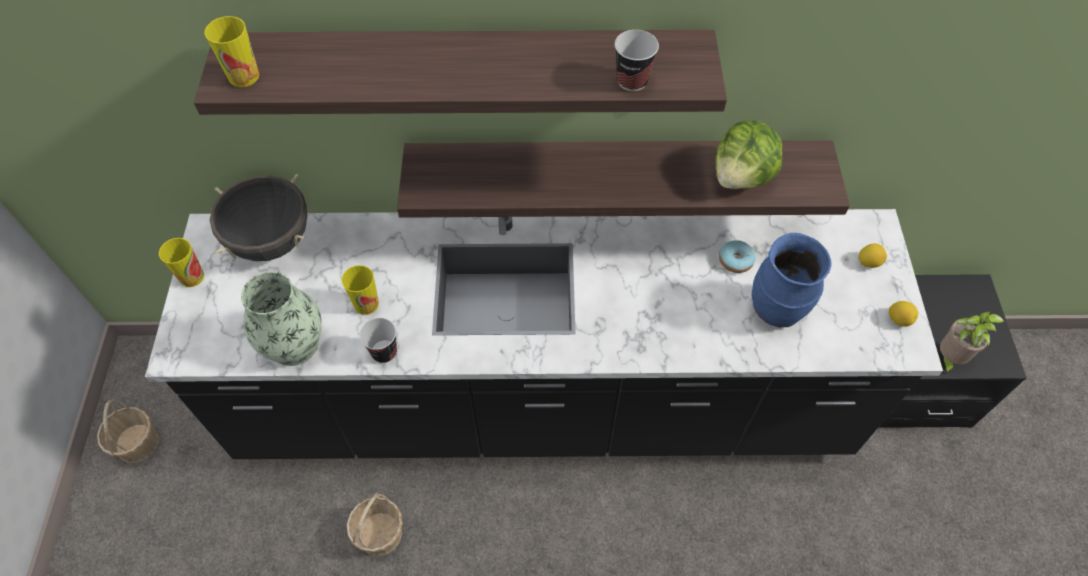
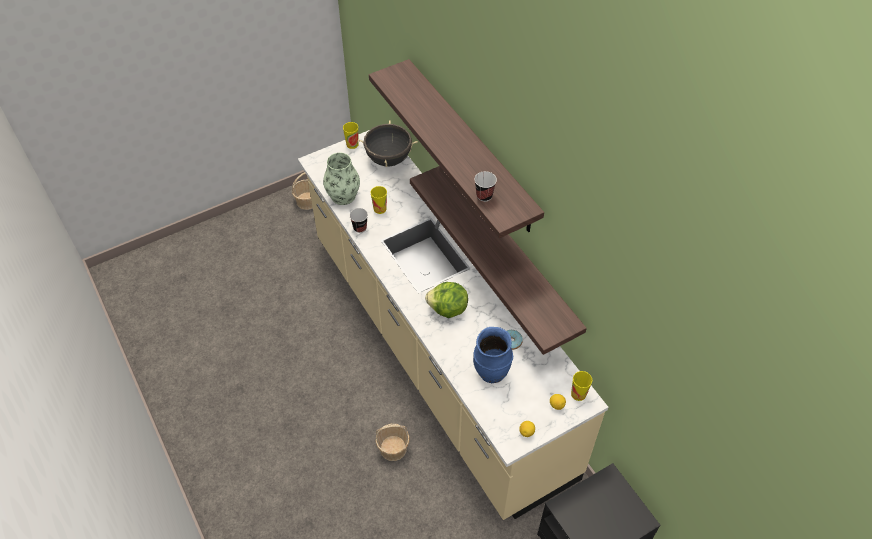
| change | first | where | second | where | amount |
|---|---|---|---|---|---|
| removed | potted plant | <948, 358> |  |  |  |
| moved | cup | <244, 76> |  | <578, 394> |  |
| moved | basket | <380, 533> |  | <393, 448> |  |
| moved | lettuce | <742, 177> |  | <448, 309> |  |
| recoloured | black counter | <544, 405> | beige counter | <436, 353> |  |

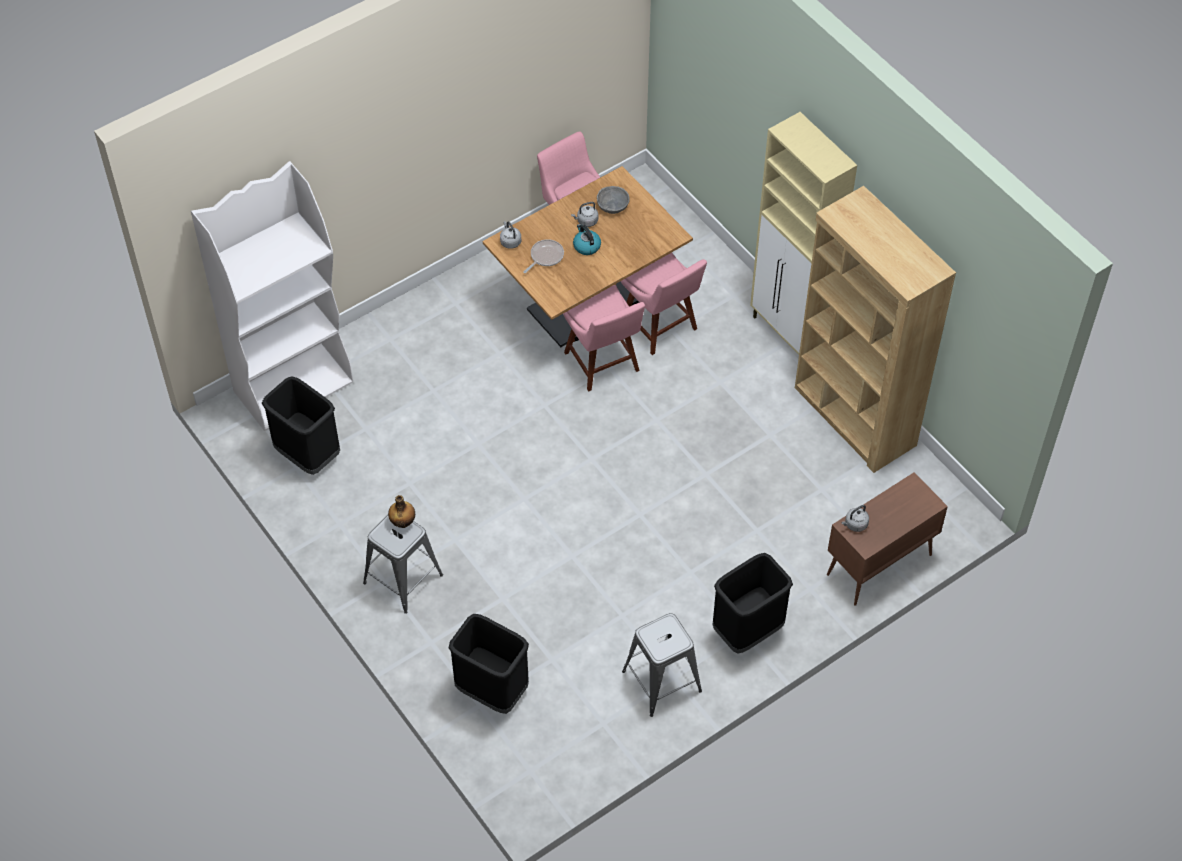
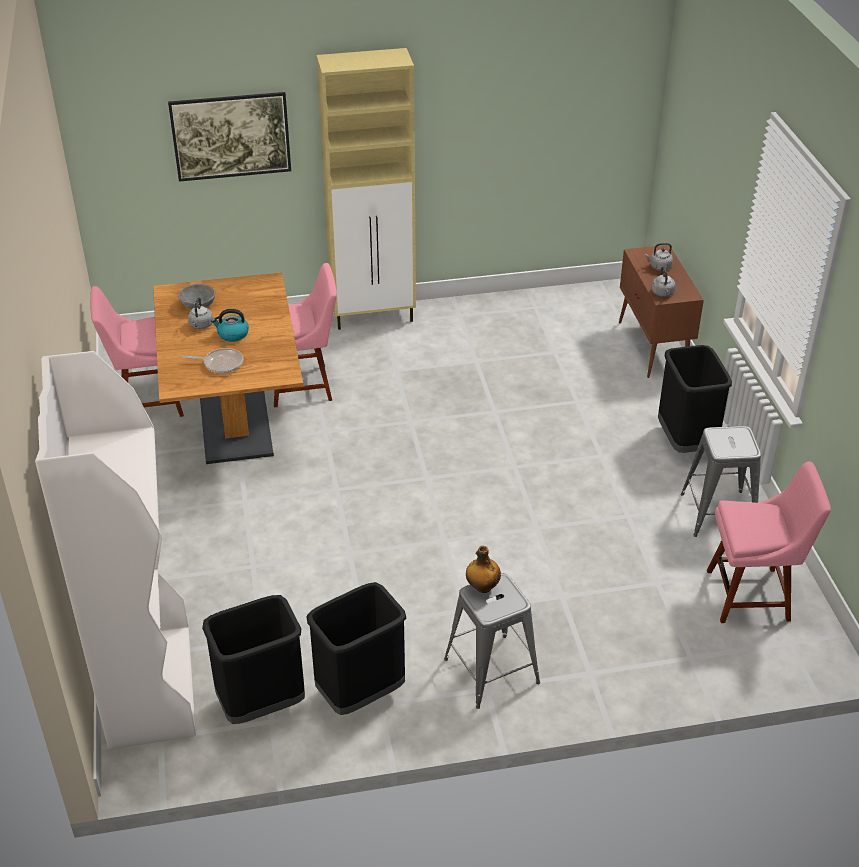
| change | first | where | second | where | amount |
|---|---|---|---|---|---|
| removed | brown bookcase | <854, 417> |  |  |  |
| added |  |  | picture | <233, 155> |  |
| moved | black trash can | <491, 691> |  | <360, 694> |  |
| moved | grey kettle | <510, 241> |  | <659, 267> |  |
| moved | pink chair | <603, 364> |  | <753, 595> |  |
| turned | frying pan | <545, 256> |  | <221, 363> | 120 degrees clockwise |

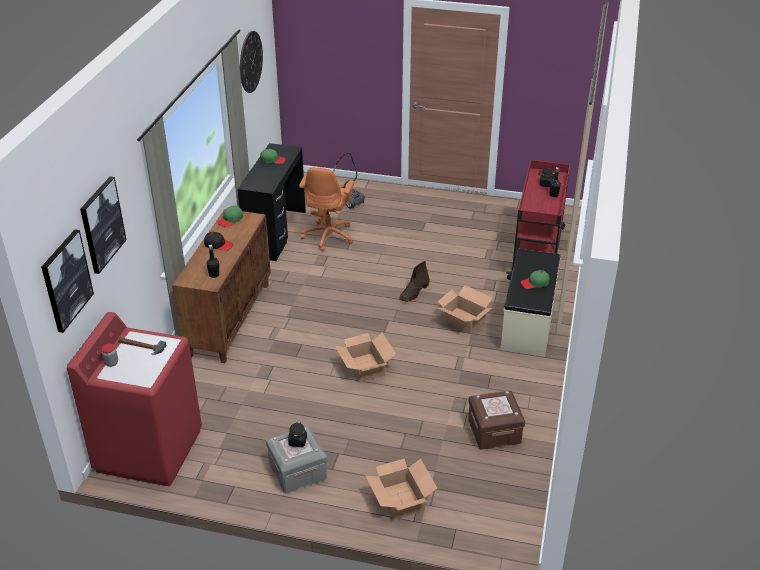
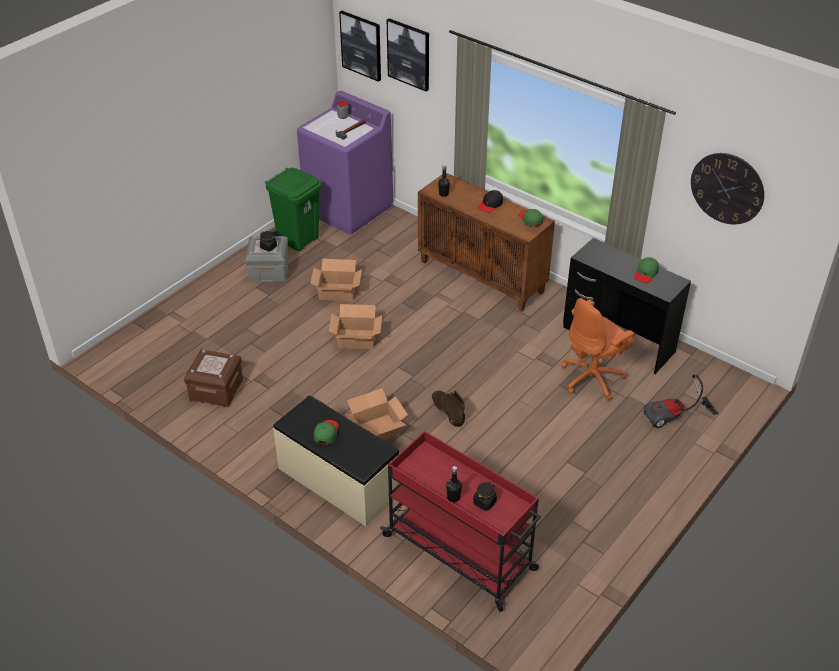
| change | first | where | second | where | amount |
|---|---|---|---|---|---|
| added |  |  | green trash can | <298, 239> |  |
| moved | cardboard box | <401, 500> |  | <337, 292> |  |
| recoloured | red washing machine | <149, 449> | purple washing machine | <349, 209> |  |
| turned | orange office chair | <328, 236> |  | <593, 378> | 75 degrees counterclockwise |

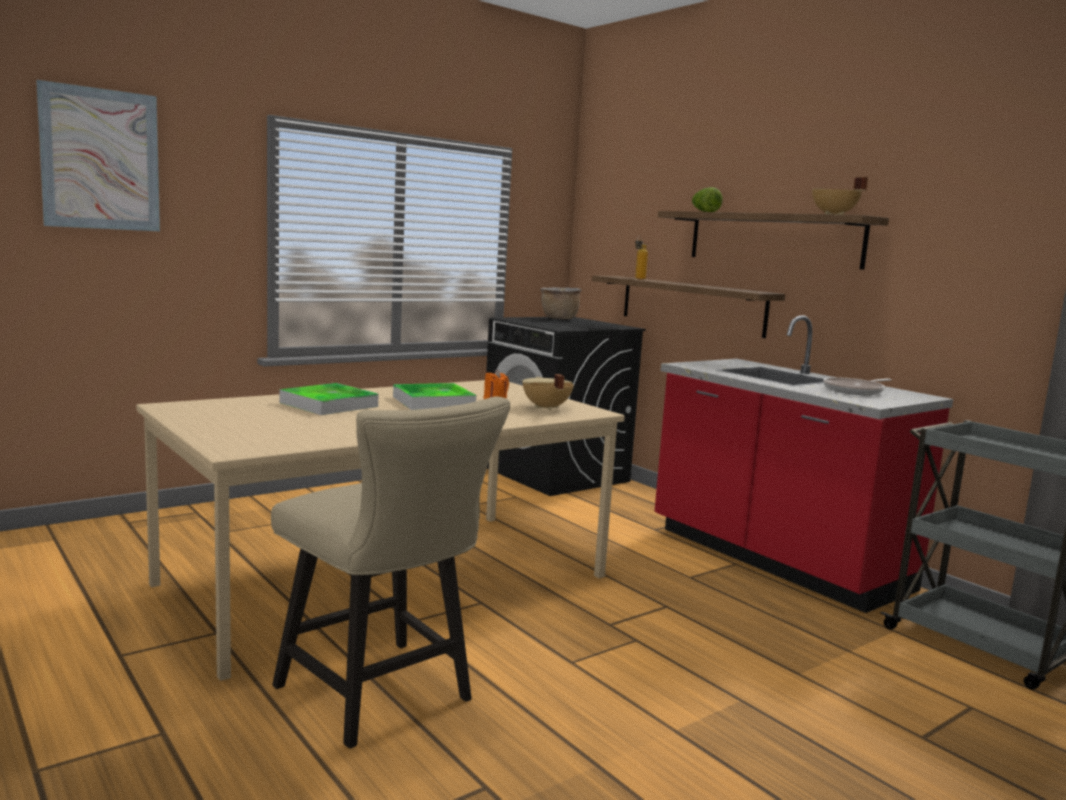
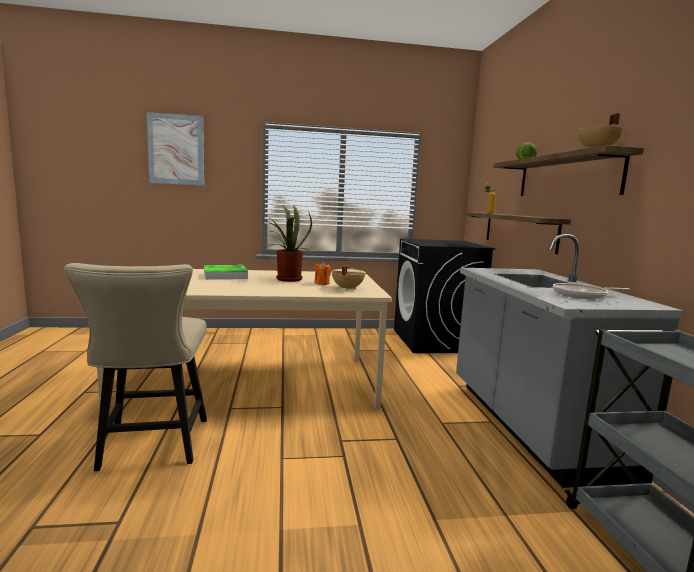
| change | first | where | second | where | amount |
|---|---|---|---|---|---|
| removed | brown cooking pot | <559, 319> |  |  |  |
| replaced | tray | <433, 402> | potted plant | <286, 279> |  |
| recoloured | red counter | <775, 560> | grey counter | <529, 426> |  |

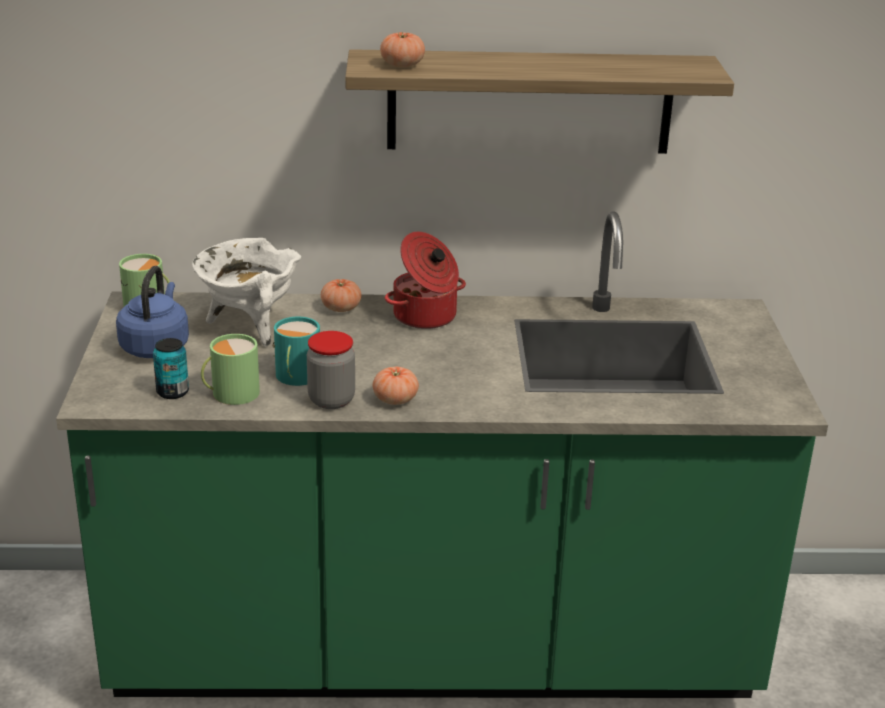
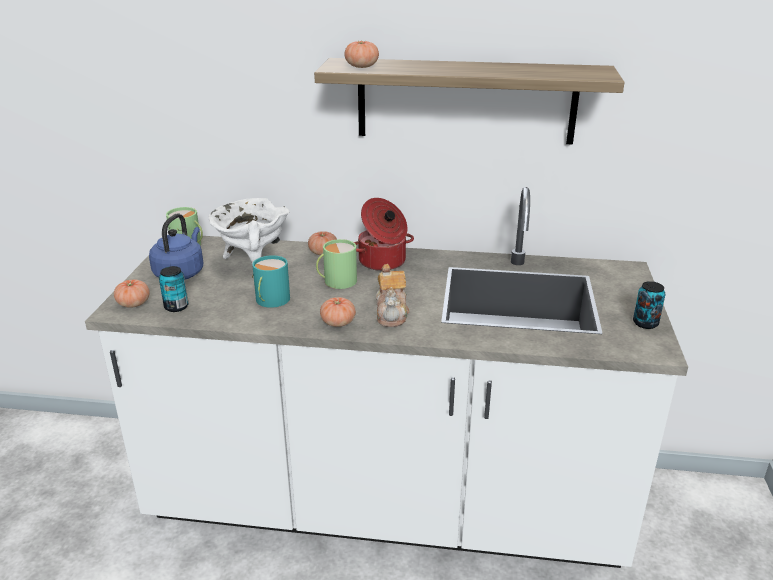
| change | first | where | second | where | amount |
|---|---|---|---|---|---|
| removed | jar | <331, 400> |  |  |  |
| added |  |  | tomato | <133, 304> |  |
| added |  |  | teapot | <392, 314> |  |
| added |  |  | can | <645, 323> |  |
| moved | green mug | <230, 393> |  | <336, 281> |  |
| recoloured | green counter | <433, 651> | white counter | <386, 505> |  |

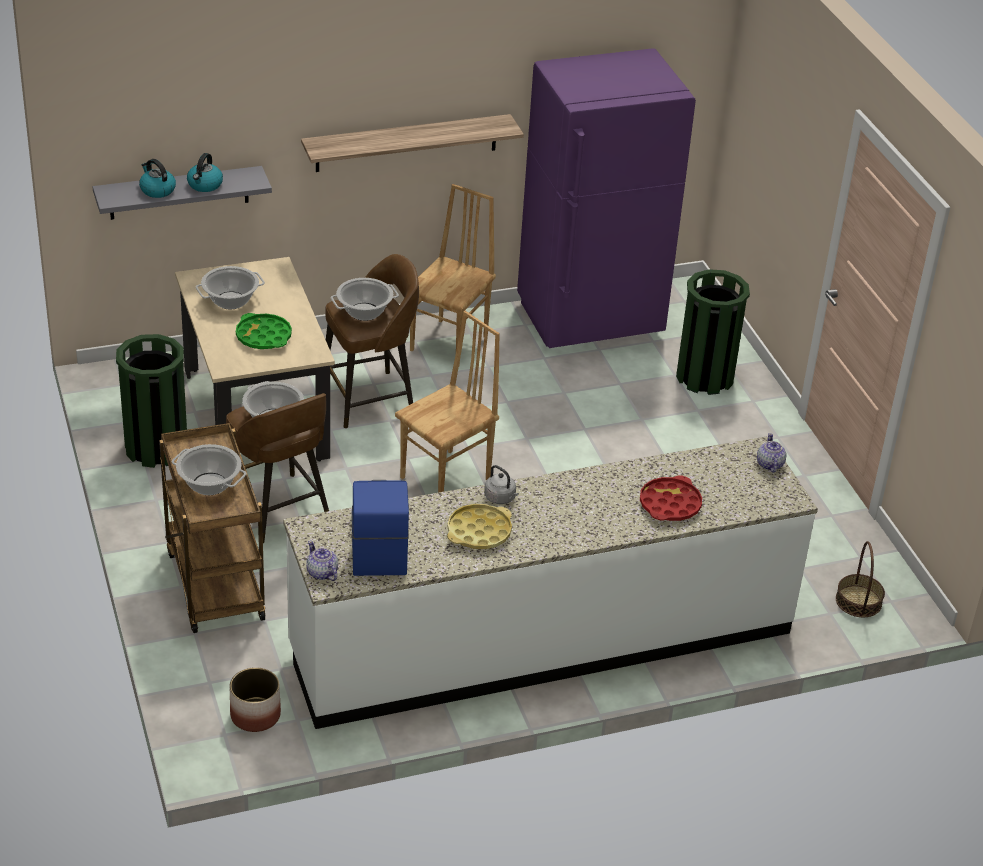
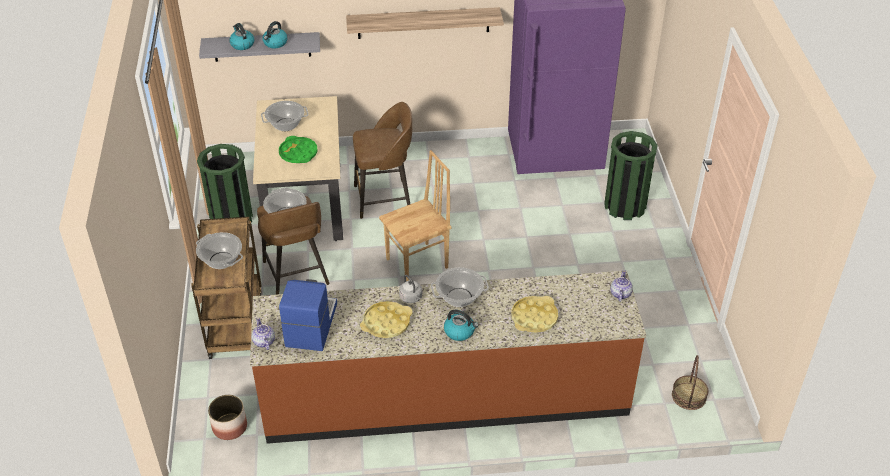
| change | first | where | second | where | amount |
|---|---|---|---|---|---|
| removed | brown chair | <450, 343> |  |  |  |
| added |  |  | kettle | <460, 331> |  |
| moved | cooking pot | <364, 312> |  | <459, 297> |  |
| recoloured | white counter | <542, 640> | brown counter | <446, 396> |  |
| recoloured | red tray | <669, 504> | yellow tray | <534, 317> |  |

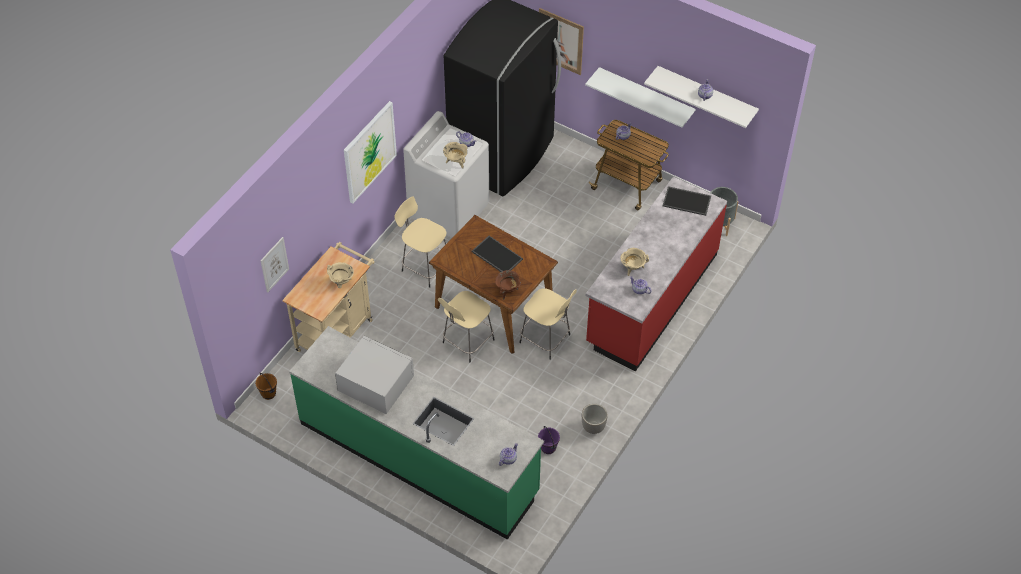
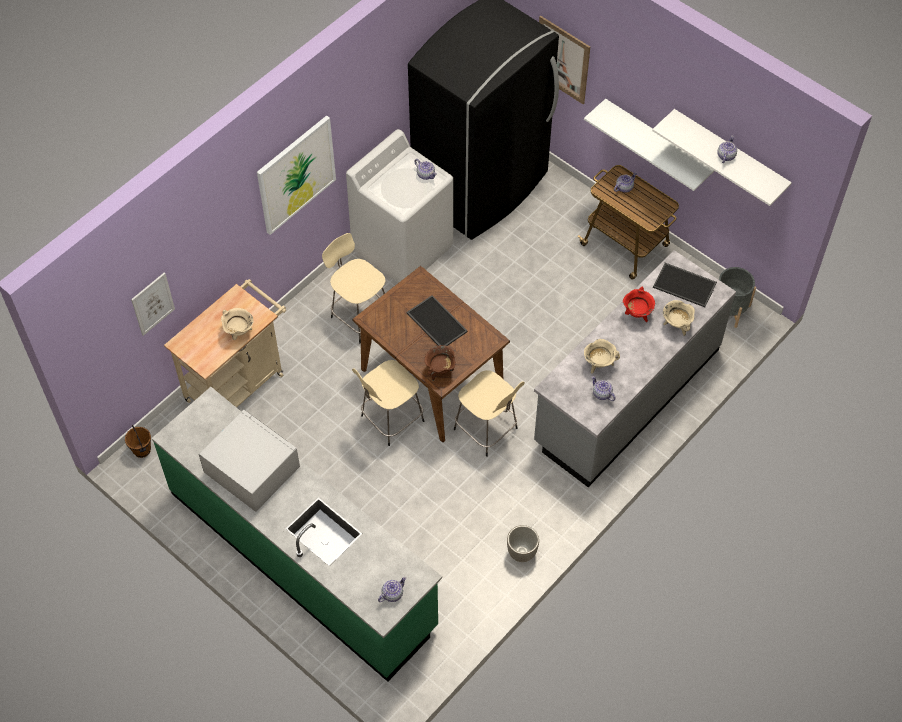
| change | first | where | second | where | amount |
|---|---|---|---|---|---|
| removed | purple bucket | <548, 448> |  |  |  |
| added |  |  | red cooking pot | <637, 314> |  |
| moved | beige cooking pot | <456, 162> |  | <676, 325> |  |
| recoloured | red counter | <651, 298> | grey counter | <626, 396> |  |

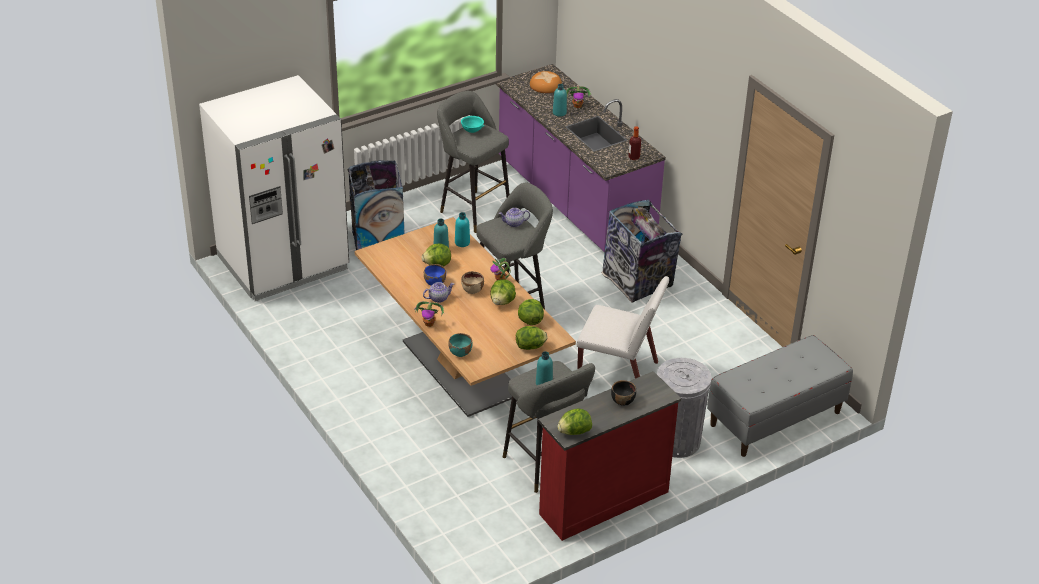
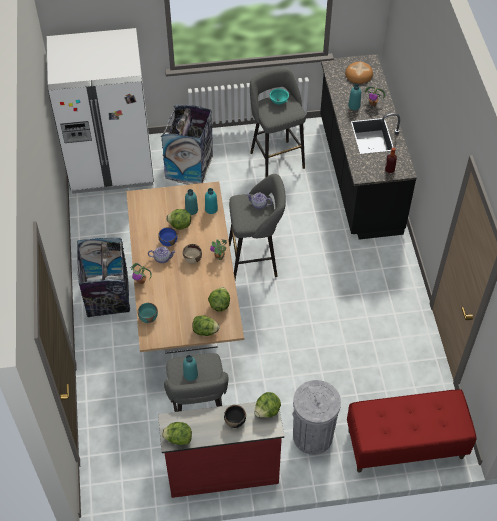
| change | first | where | second | where | amount |
|---|---|---|---|---|---|
| removed | white chair | <619, 372> |  |  |  |
| moved | lettuce | <502, 302> |  | <267, 411> |  |
| moved | trash can | <638, 282> |  | <108, 297> |  |
| recoloured | purple counter | <573, 202> | black counter | <358, 174> |  |
| recoloured | grey bench | <775, 419> | red bench | <405, 444> |  |

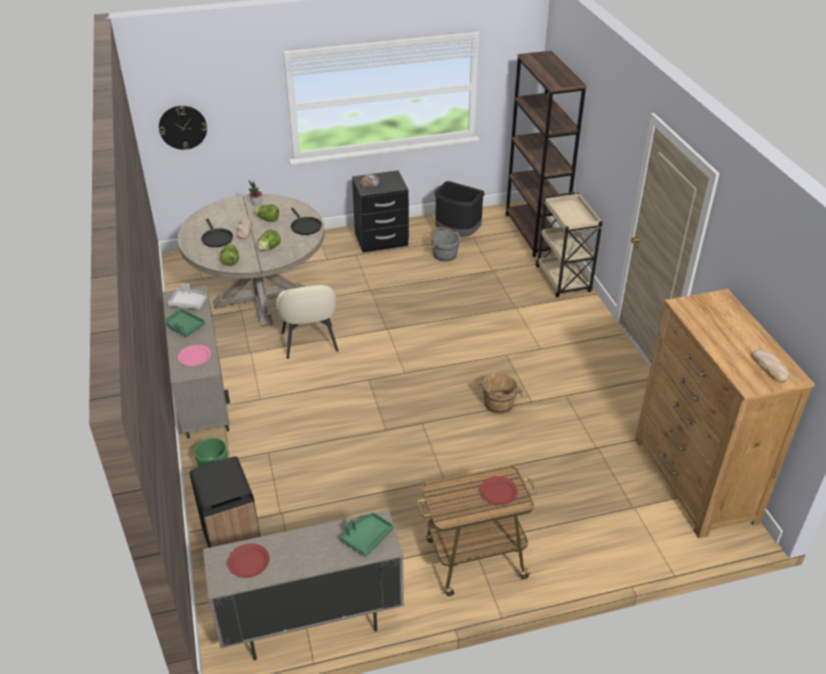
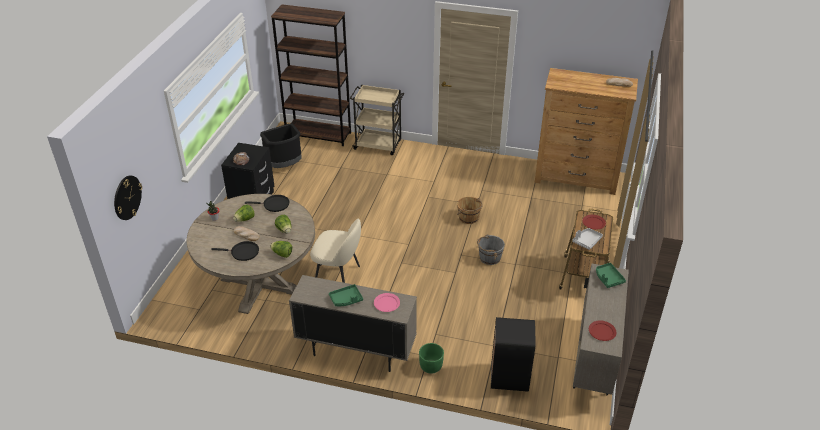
| change | first | where | second | where | amount |
|---|---|---|---|---|---|
| moved | grey tray | <189, 302> |  | <586, 241> |  |
| moved | grey bucket | <444, 254> |  | <489, 257> |  |

